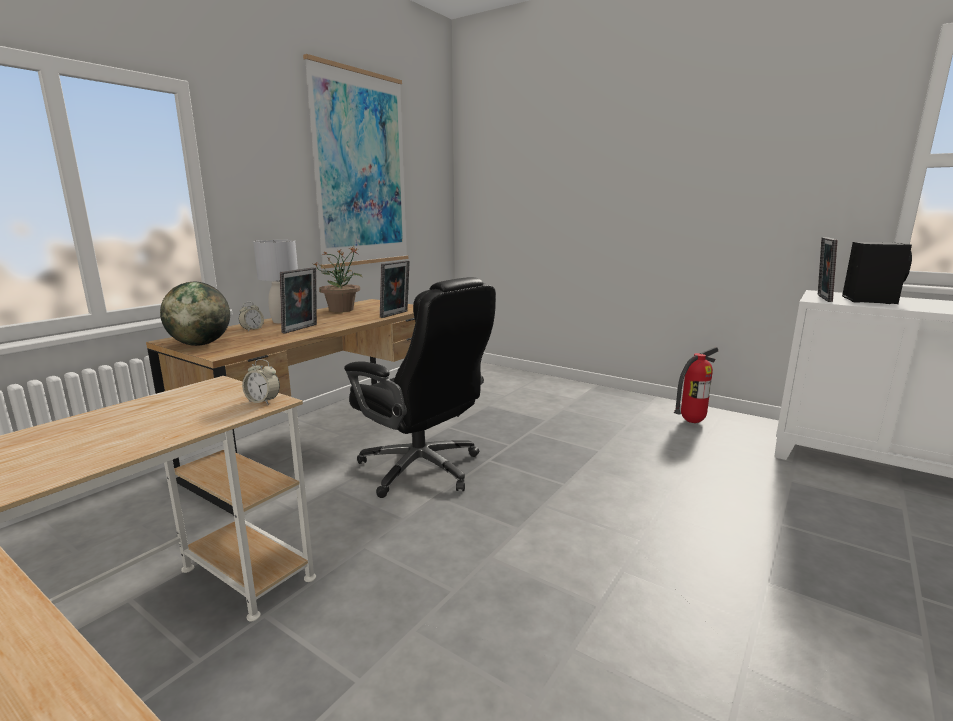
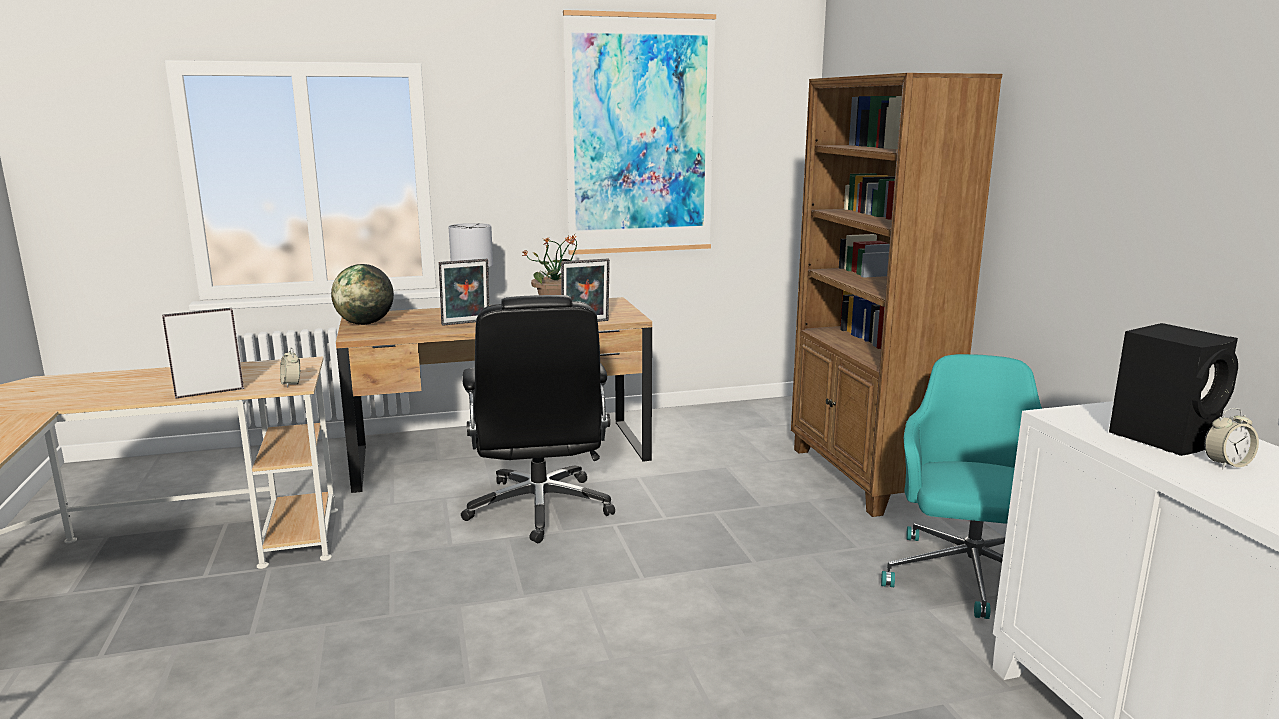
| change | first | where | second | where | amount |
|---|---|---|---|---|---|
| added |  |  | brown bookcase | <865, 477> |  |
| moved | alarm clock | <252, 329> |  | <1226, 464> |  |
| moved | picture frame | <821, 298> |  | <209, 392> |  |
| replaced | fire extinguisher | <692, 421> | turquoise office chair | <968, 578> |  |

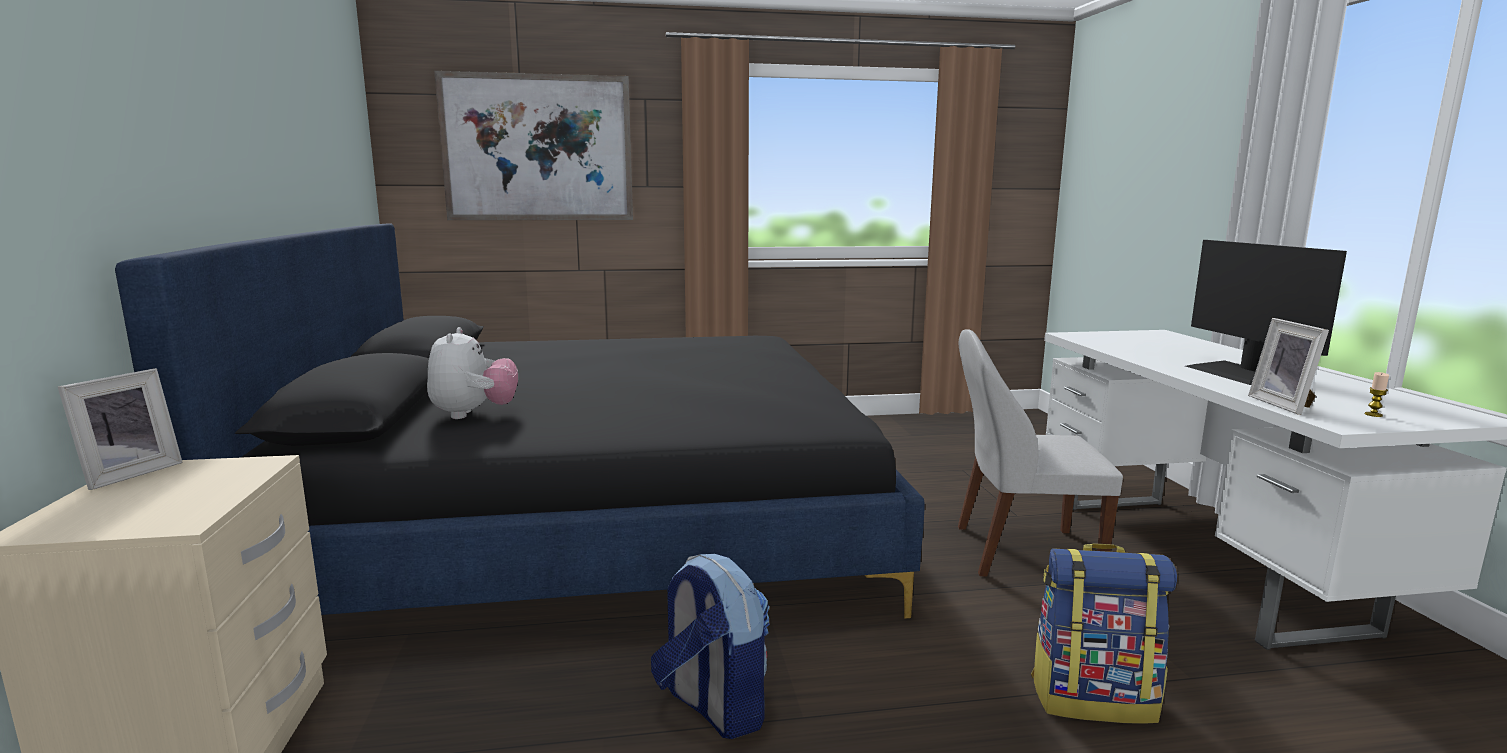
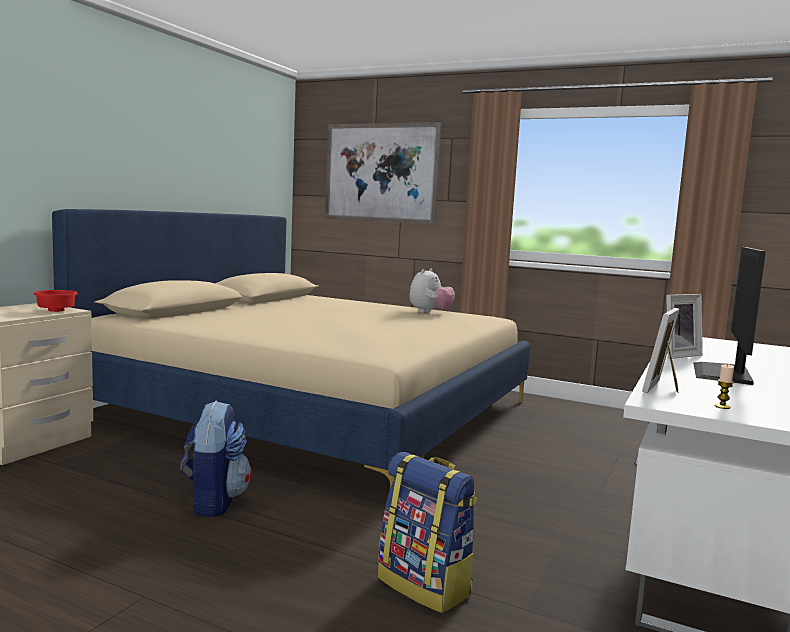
| change | first | where | second | where | amount |
|---|---|---|---|---|---|
| removed | white chair | <1020, 552> |  |  |  |
| added |  |  | red bowl | <55, 311> |  |
| moved | picture frame | <128, 474> |  | <676, 355> |  |
| moved | plush toy | <474, 414> |  | <430, 312> |  |
| recoloured | black bed | <592, 513> | beige bed | <314, 410> |  |

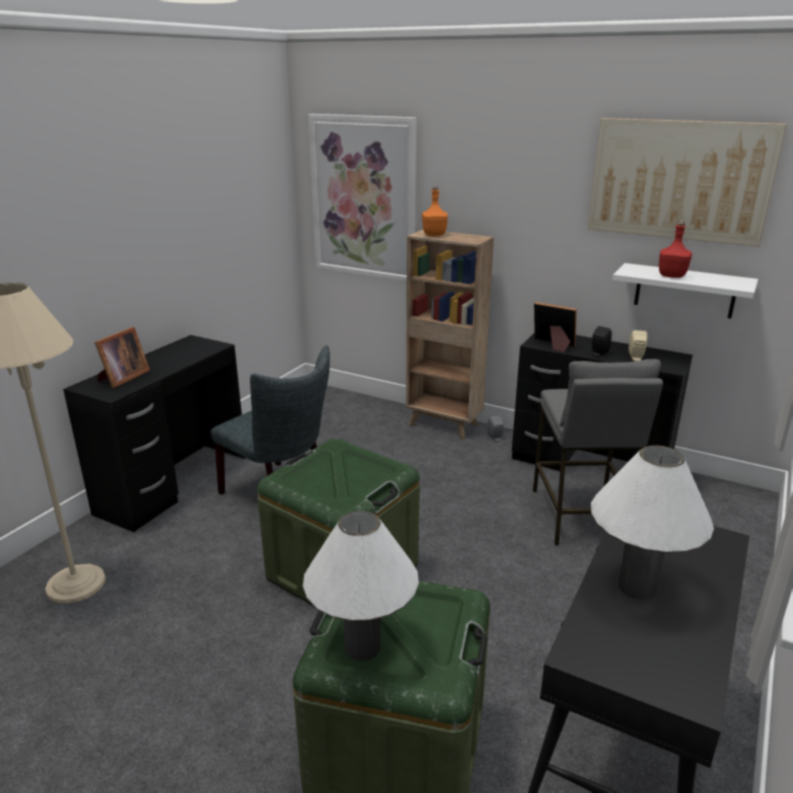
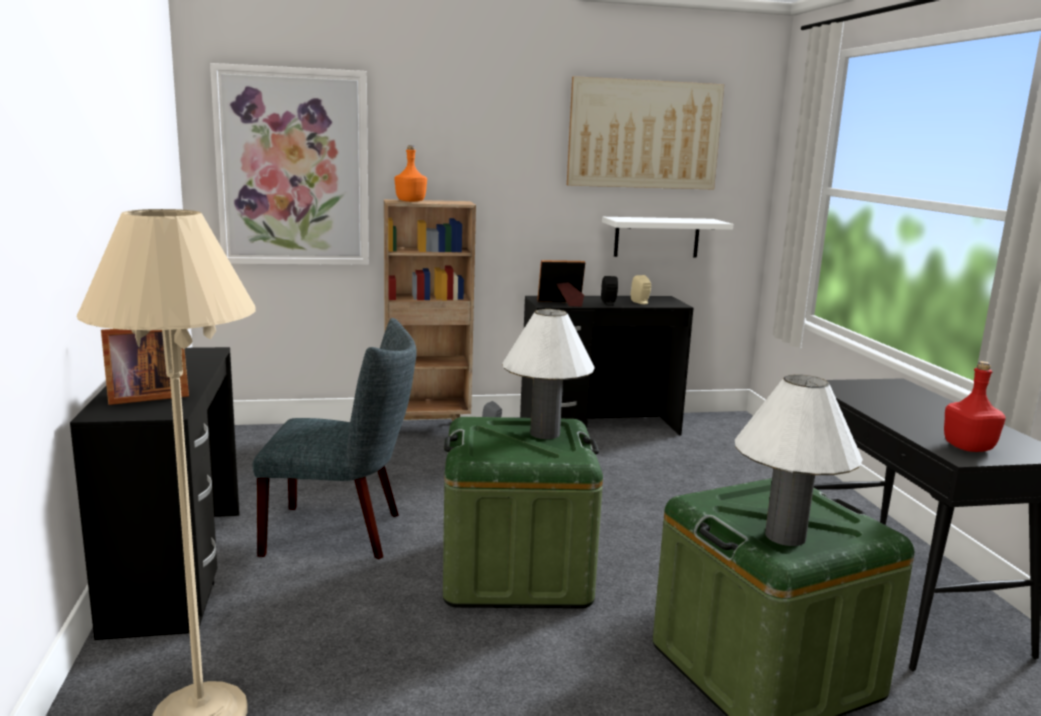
| change | first | where | second | where | amount |
|---|---|---|---|---|---|
| removed | grey stool | <580, 516> |  |  |  |
| moved | white table lamp | <637, 587> |  | <545, 433> |  |
| moved | red bottle | <672, 276> |  | <969, 447> |  |
| turned | picture frame | <122, 378> |  | <144, 397> | 75 degrees clockwise |

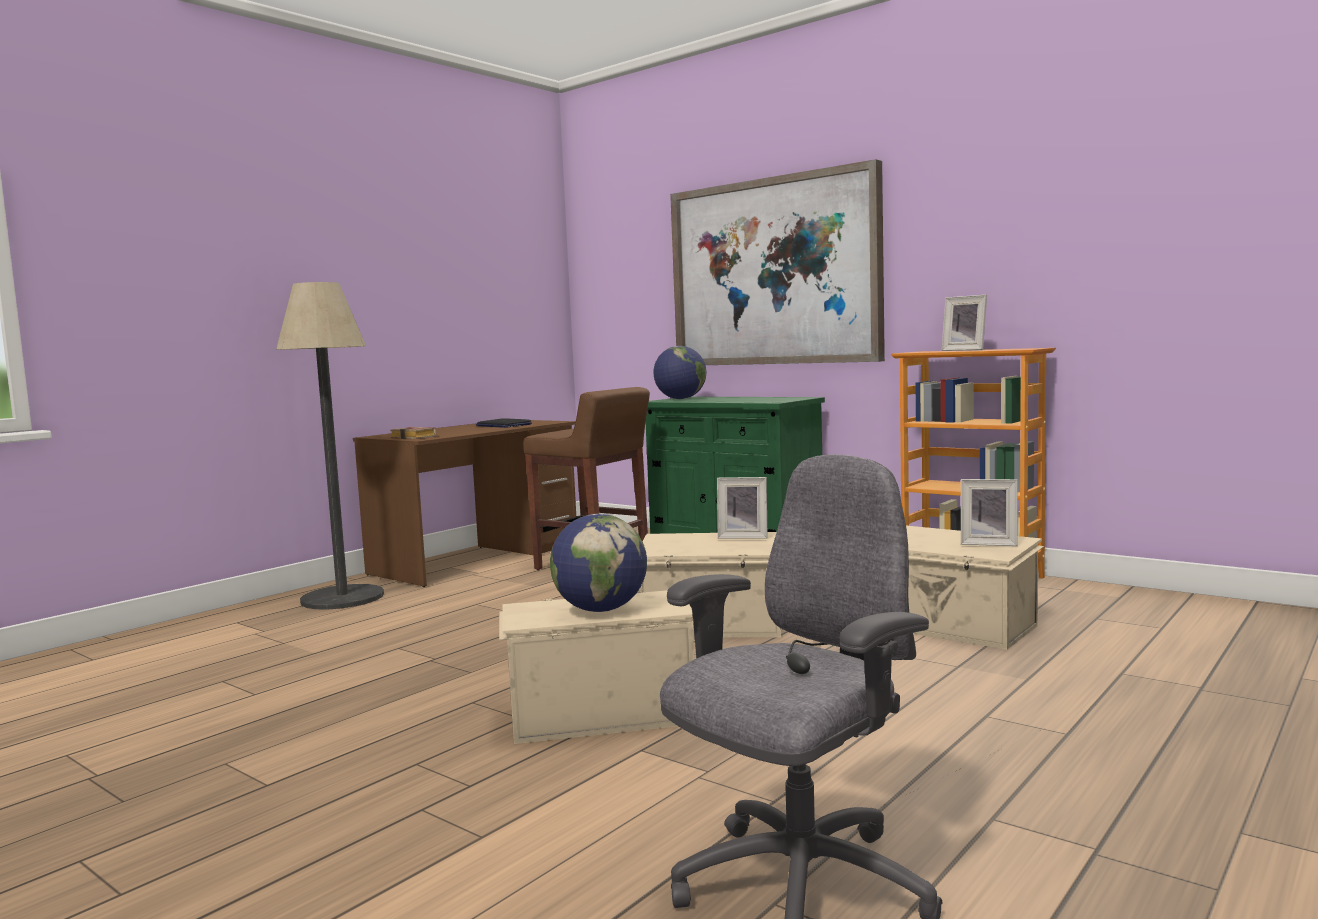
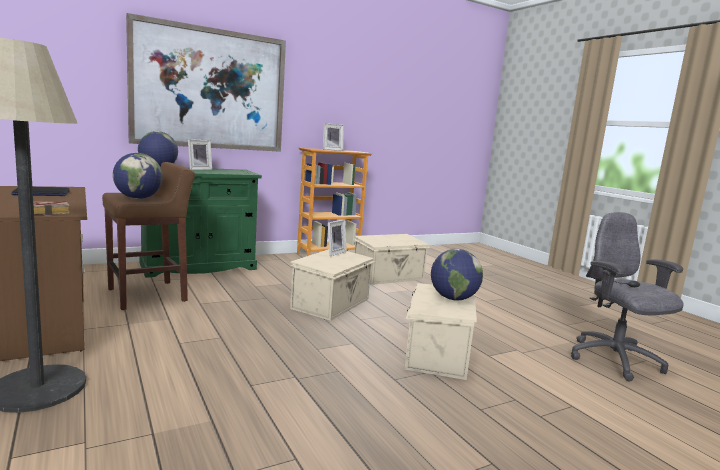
| change | first | where | second | where | amount |
|---|---|---|---|---|---|
| added |  |  | globe | <138, 198> |  |
| moved | picture frame | <988, 543> |  | <198, 169> |  |

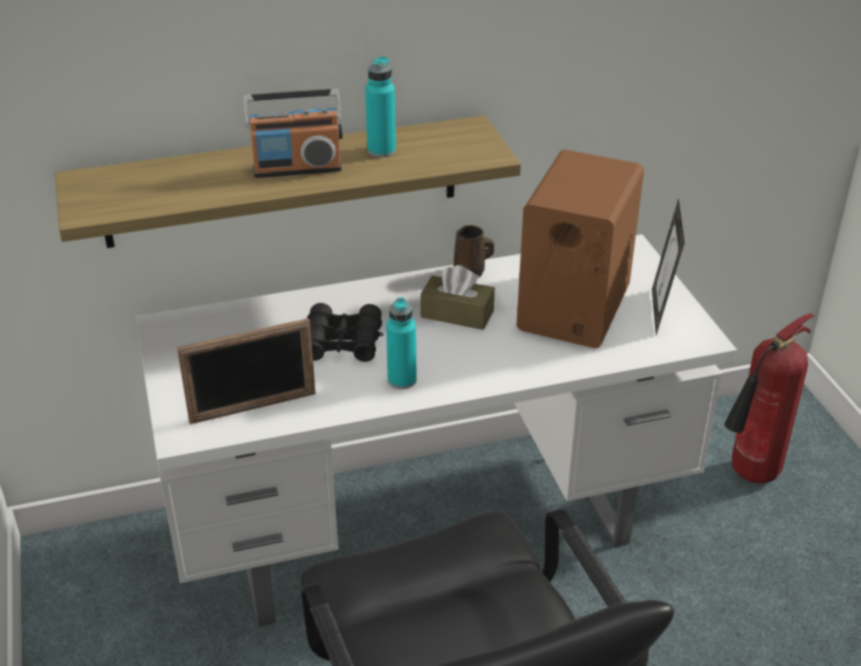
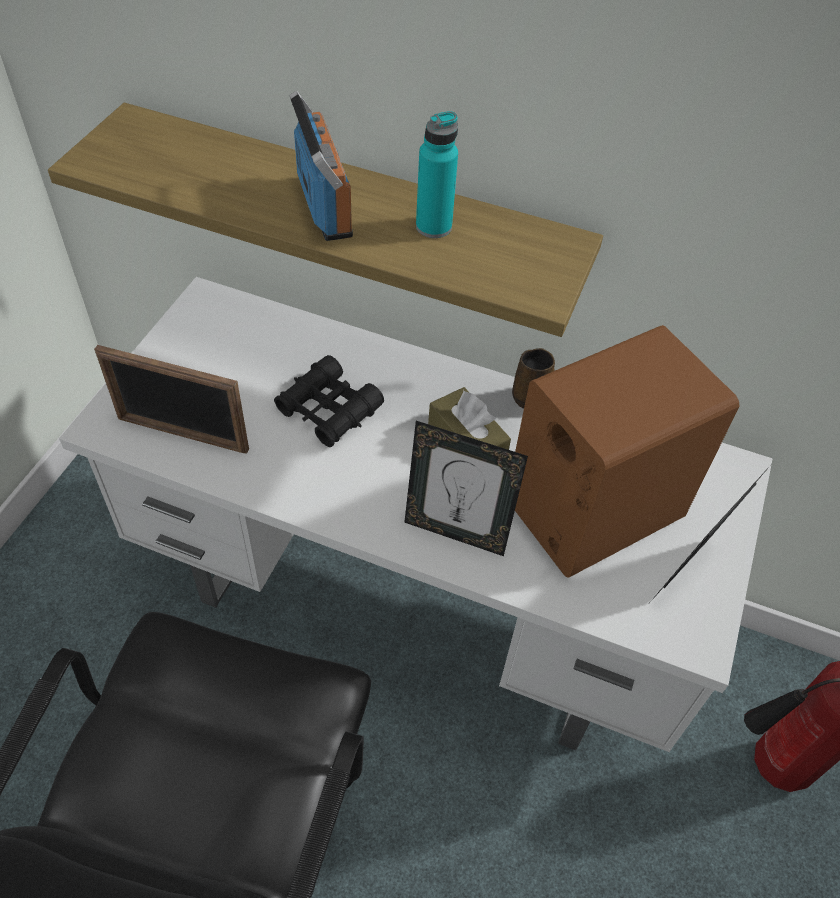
| change | first | where | second | where | amount |
|---|---|---|---|---|---|
| removed | turquoise bottle | <402, 380> |  |  |  |
| added |  |  | picture frame | <456, 532> |  |
| turned | radio | <297, 168> |  | <325, 207> | 135 degrees counterclockwise |

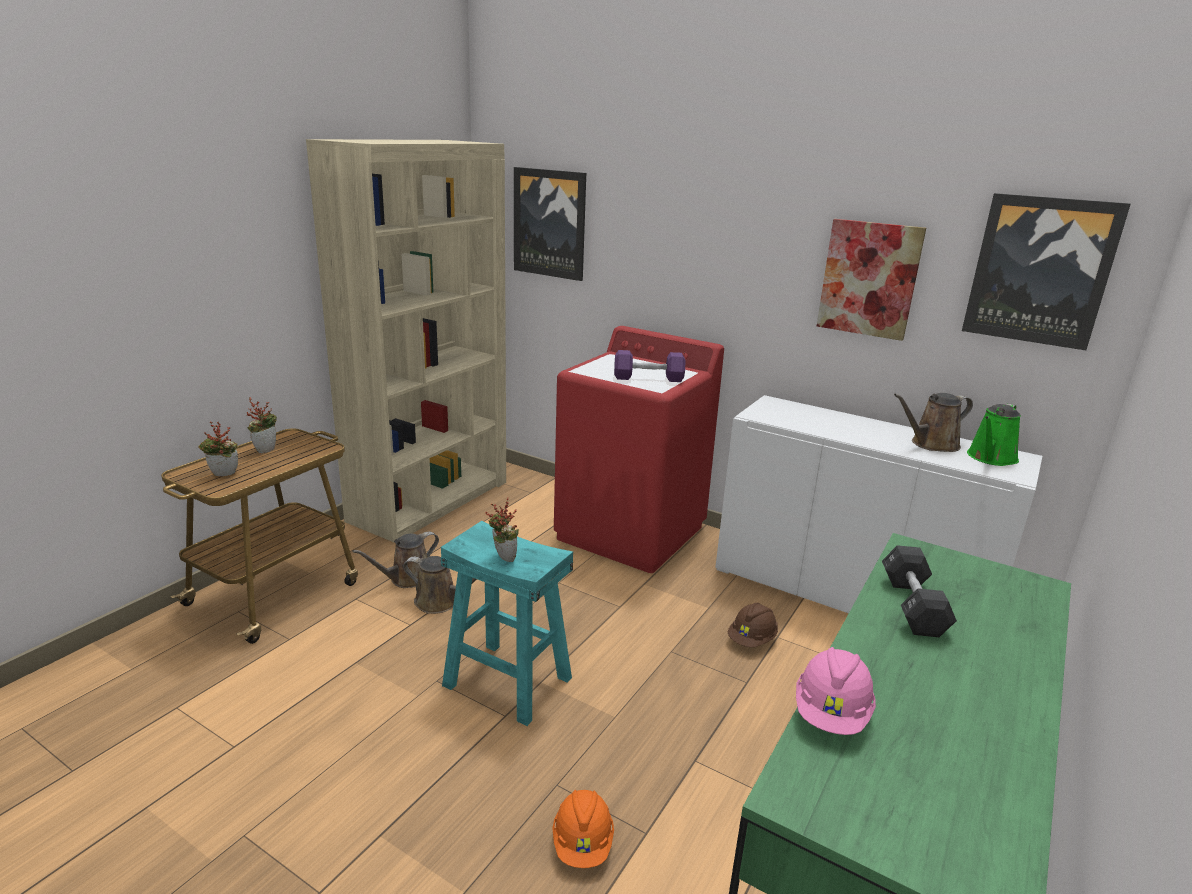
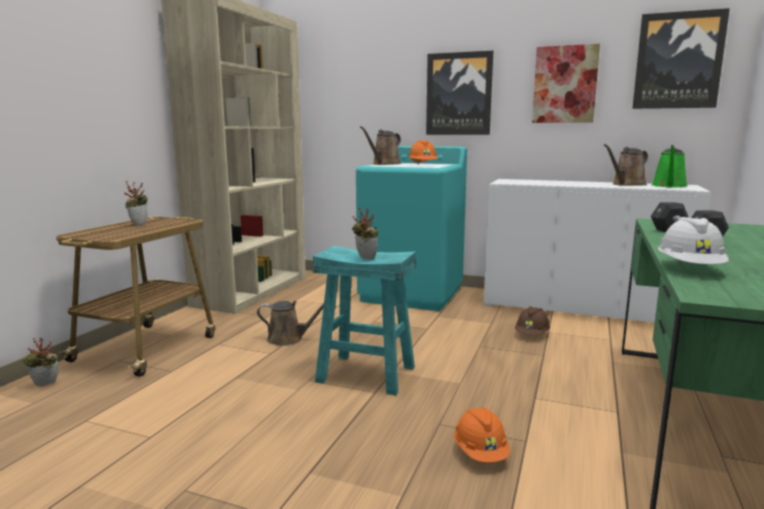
| change | first | where | second | where | amount |
|---|---|---|---|---|---|
| moved | potted plant | <223, 475> |  | <44, 384> |  |
| moved | brown watering can | <407, 579> |  | <384, 164> |  |
| moved | picture | <550, 223> |  | <459, 94> |  |
| replaced | purple dumbbell | <648, 378> | orange hard hat | <423, 165> |  |
| recoloured | red washing machine | <631, 533> | turquoise washing machine | <412, 294> |  |
| recoloured | pink hard hat | <831, 713> | white hard hat | <690, 268> |  |

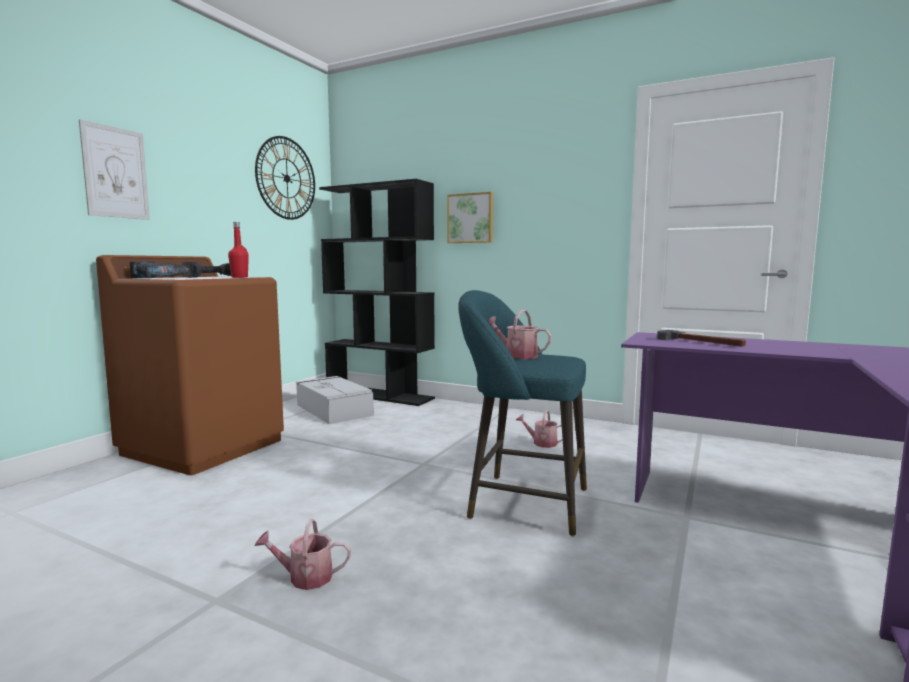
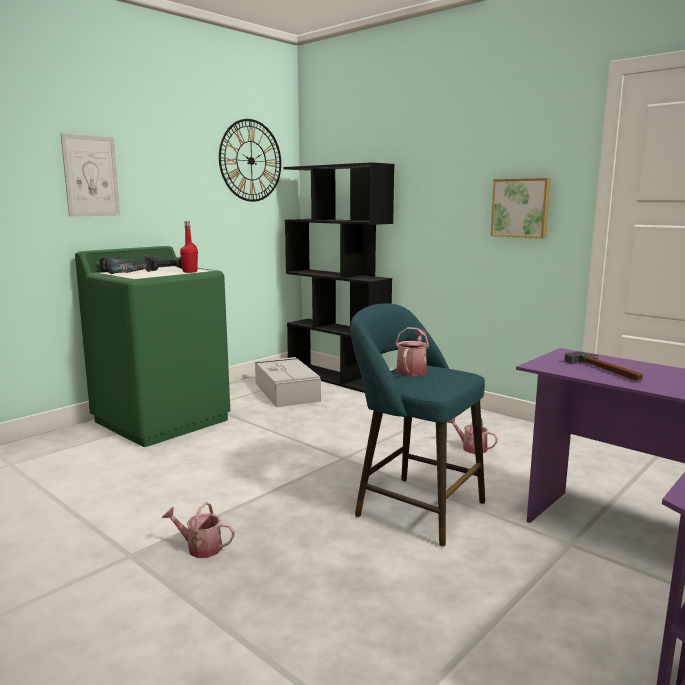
| change | first | where | second | where | amount |
|---|---|---|---|---|---|
| moved | picture | <471, 218> |  | <521, 208> |  |
| recoloured | brown washing machine | <204, 446> | green washing machine | <162, 420> |  |
| turned | watering can | <517, 355> |  | <412, 370> | 60 degrees clockwise |

